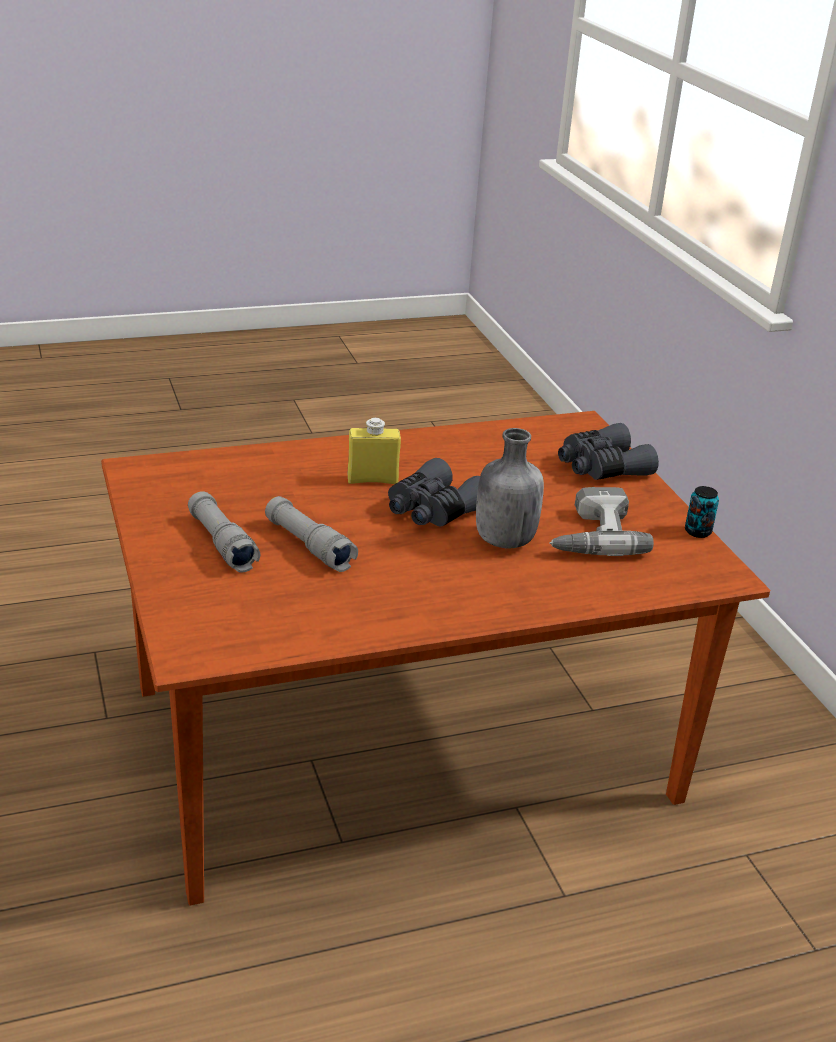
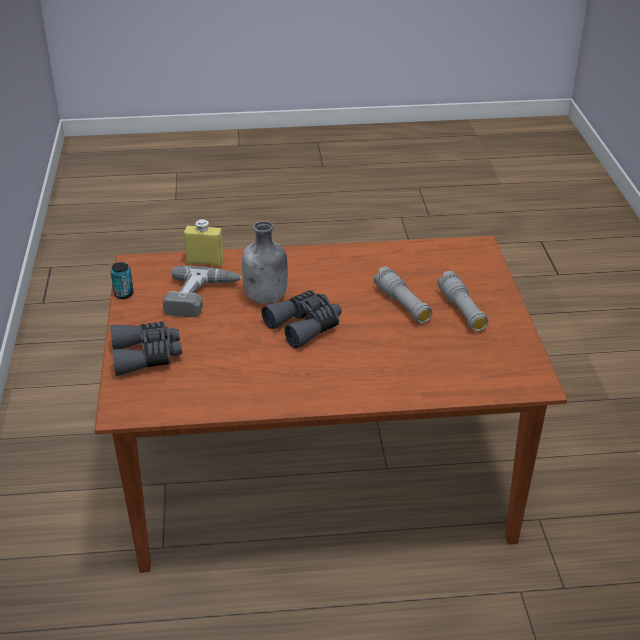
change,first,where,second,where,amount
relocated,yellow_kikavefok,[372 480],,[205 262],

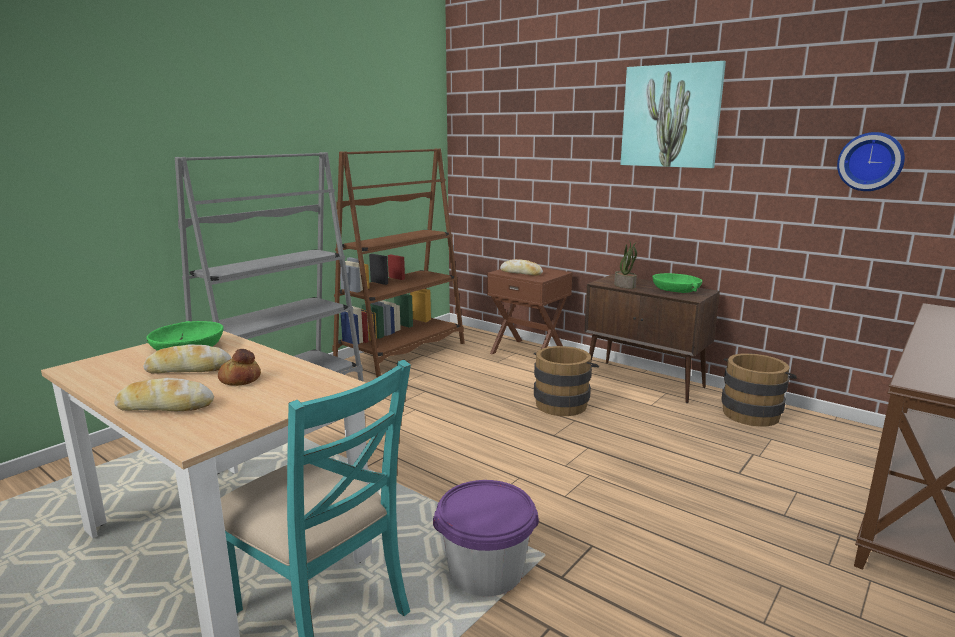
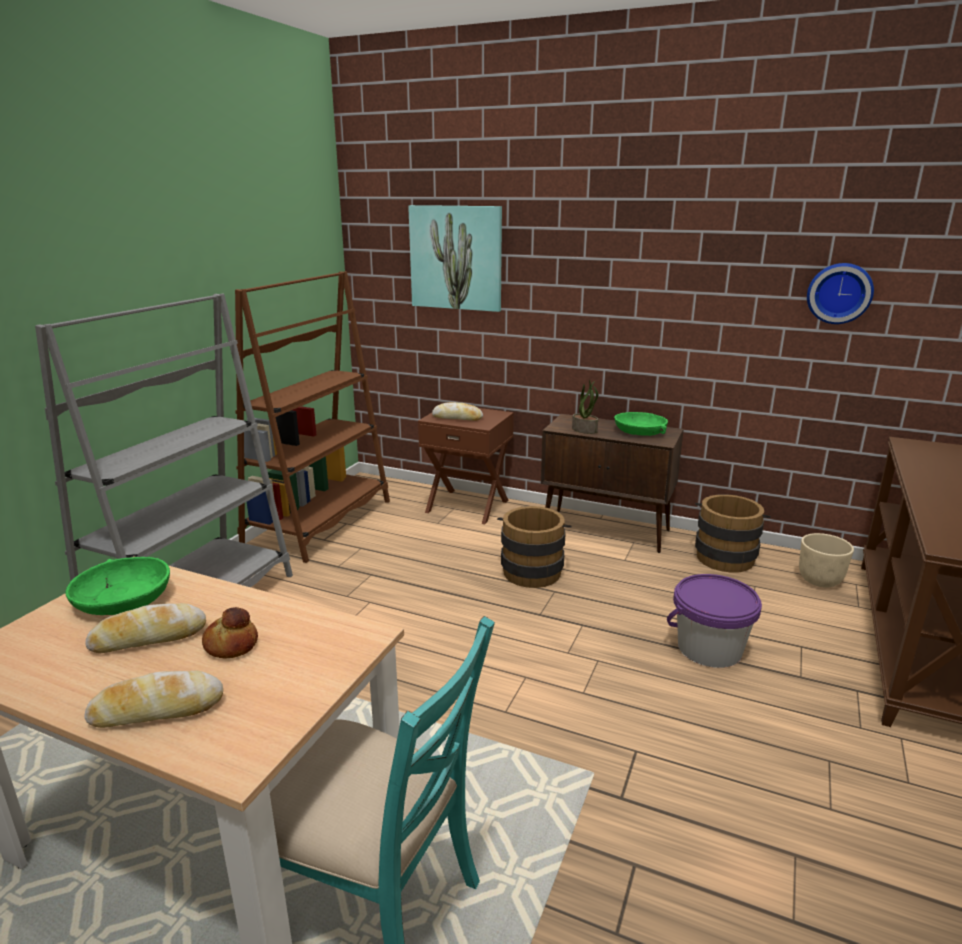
change,first,where,second,where,amount
appeared,,,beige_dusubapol,[820 581],
relocated,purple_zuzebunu,[485 570],,[709 648],
relocated,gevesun,[670 116],,[456 258],

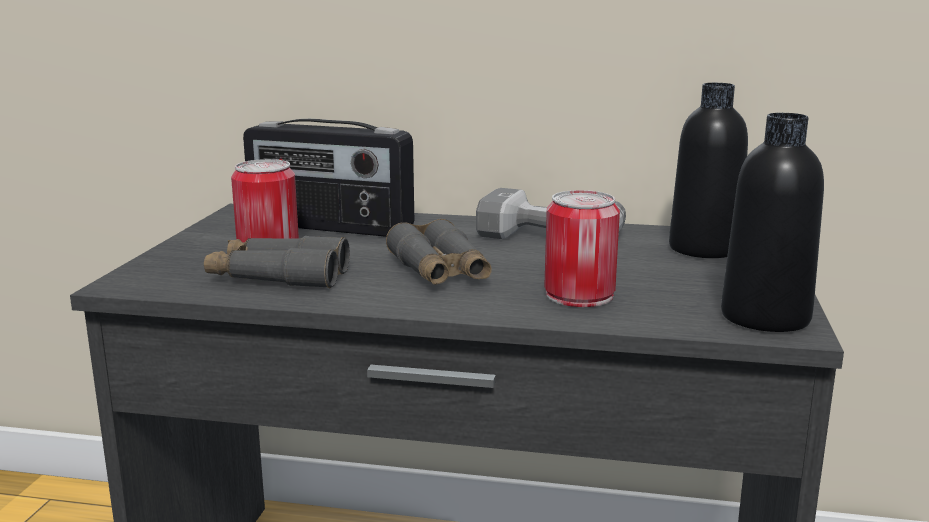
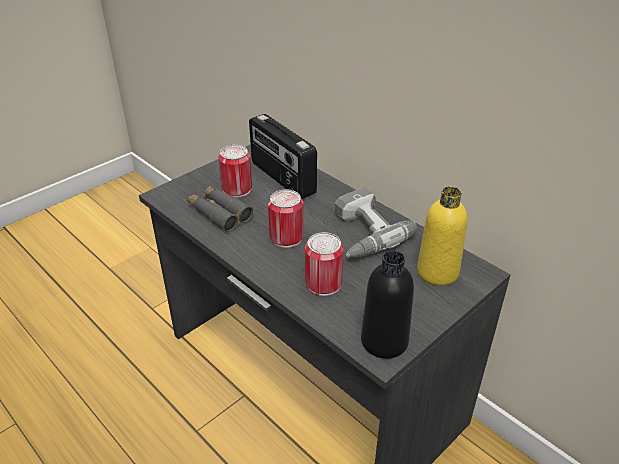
change,first,where,second,where,amount
exchanged,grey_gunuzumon,[439 271],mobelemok,[286 237],
colour,black_kikavefok,[704 249],yellow_kikavefok,[437 272],

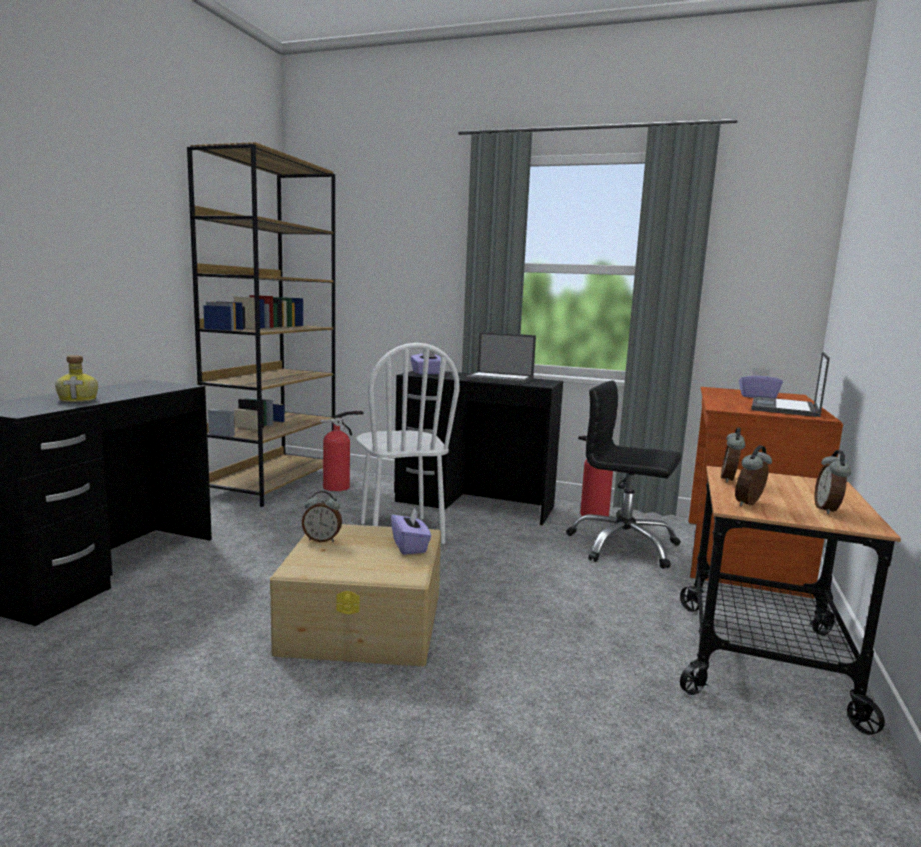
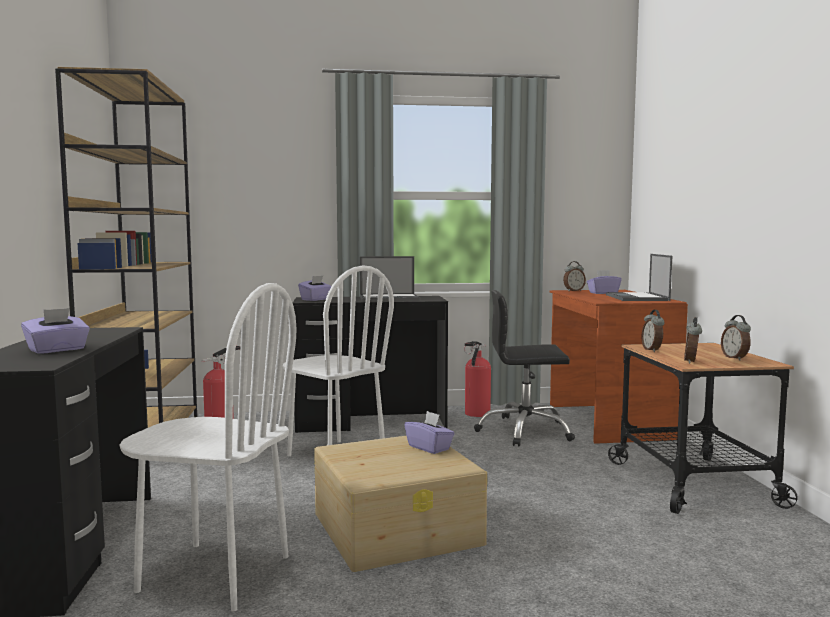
change,first,where,second,where,amount
appeared,,,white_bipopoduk,[214 574],
relocated,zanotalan,[322 540],,[573 291],
exchanged,kikavefok,[79 400],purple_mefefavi,[57 350],

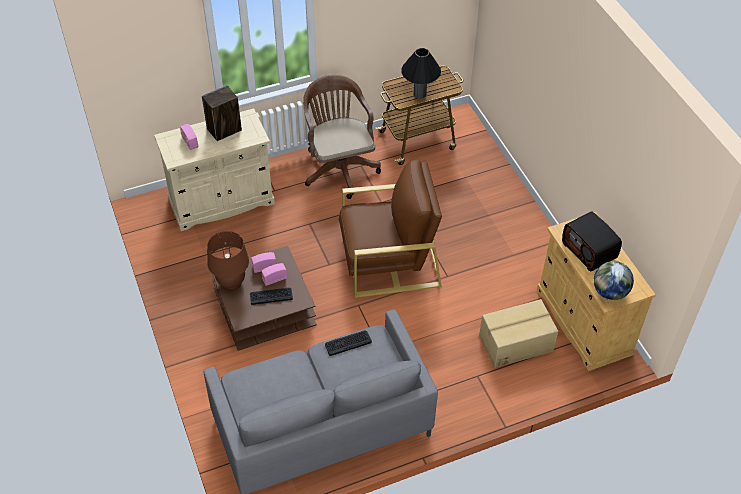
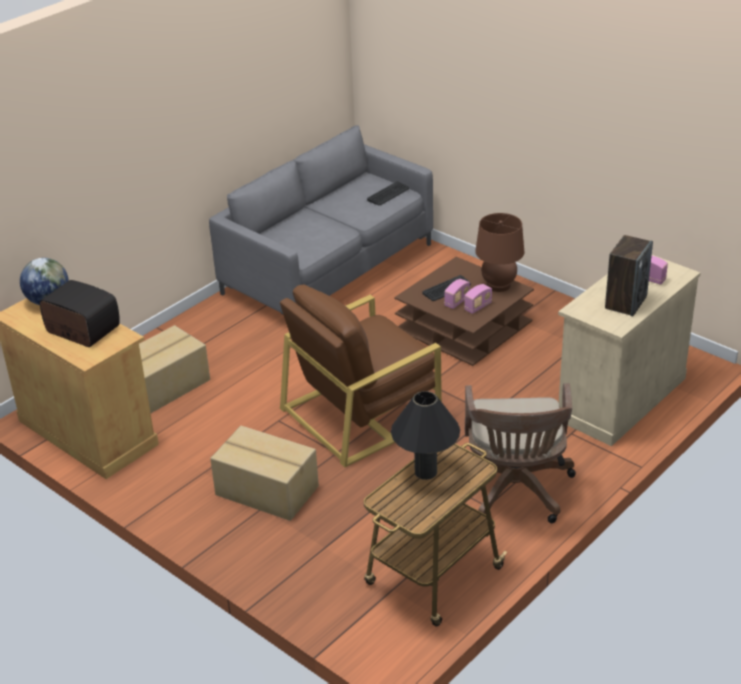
change,first,where,second,where,amount
appeared,,,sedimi,[266 491],
relocated,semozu,[348 343],,[388 194],
spun,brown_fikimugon,[339 167],,[515 492],45 degrees clockwise

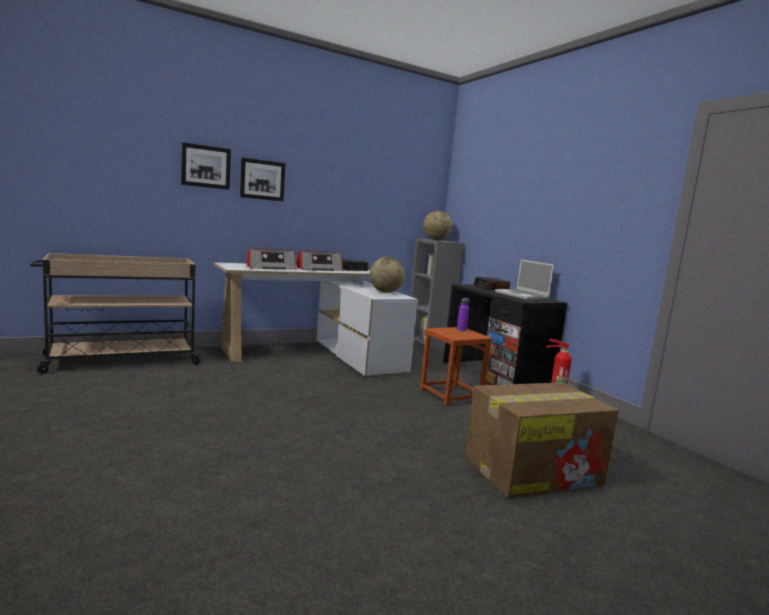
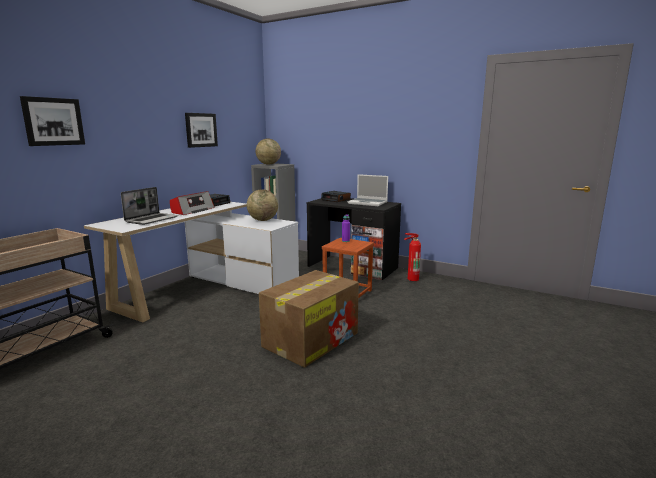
change,first,where,second,where,amount
relocated,gevesun,[262 180],,[201 130],
relocated,sedimi,[534 470],,[311 339],
exchanged,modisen,[270 268],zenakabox,[152 219],

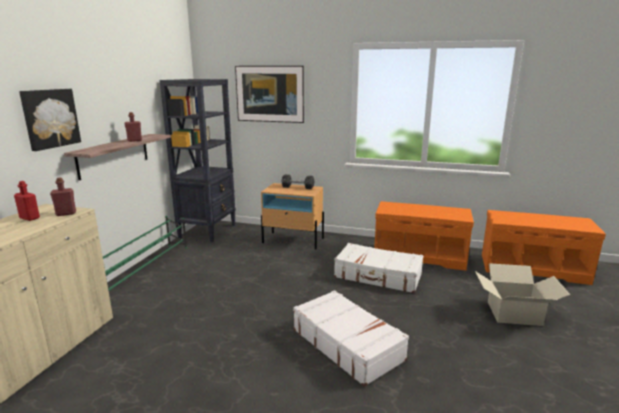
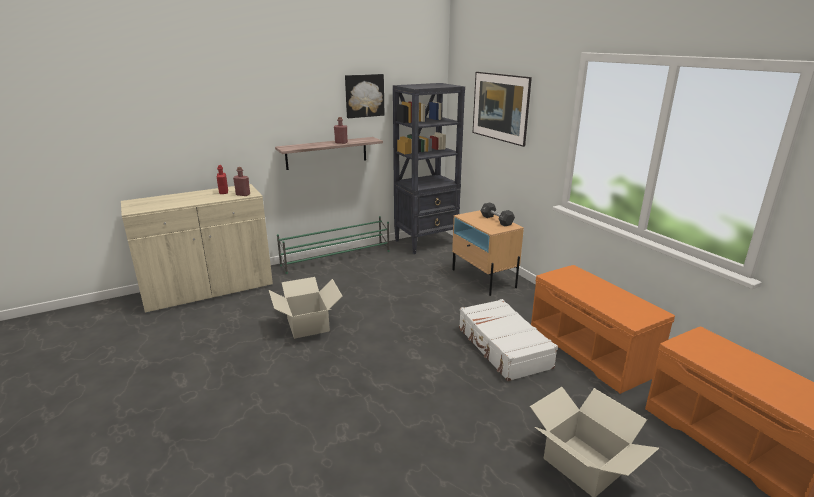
change,first,where,second,where,amount
missing,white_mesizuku,[347 344],,,
appeared,,,sedimi,[308 324],
relocated,gevesun,[50 118],,[364 95],

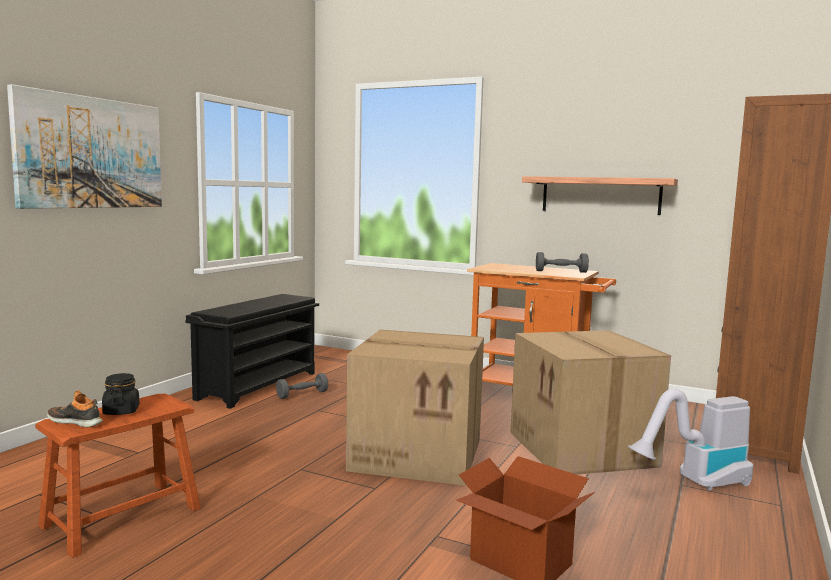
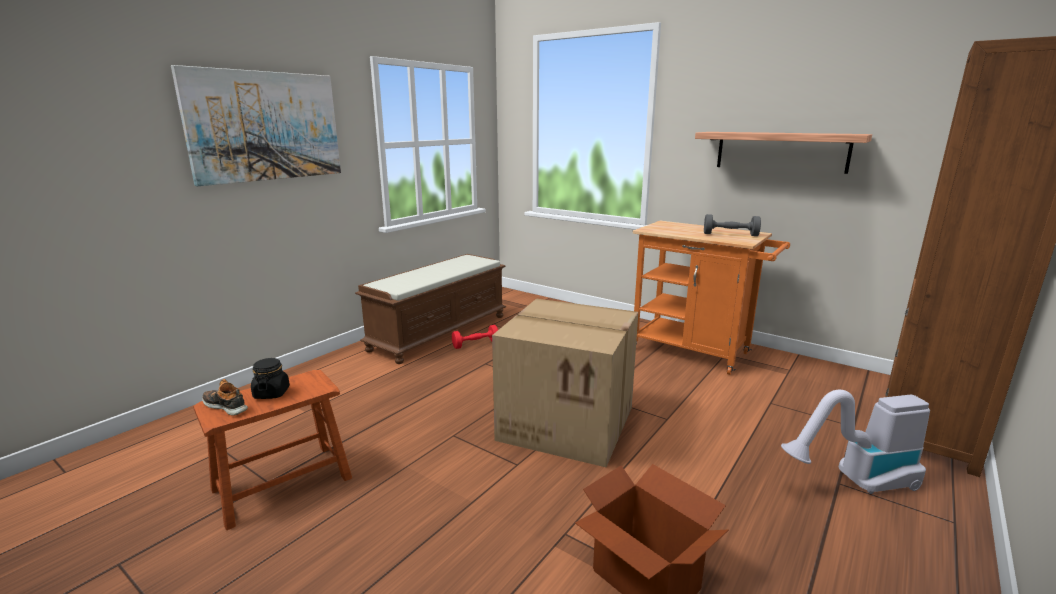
change,first,where,second,where,amount
missing,sedimi,[583 449],,,
exchanged,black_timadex,[258 385],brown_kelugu,[439 332],
colour,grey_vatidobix,[302 394],red_vatidobix,[475 344],

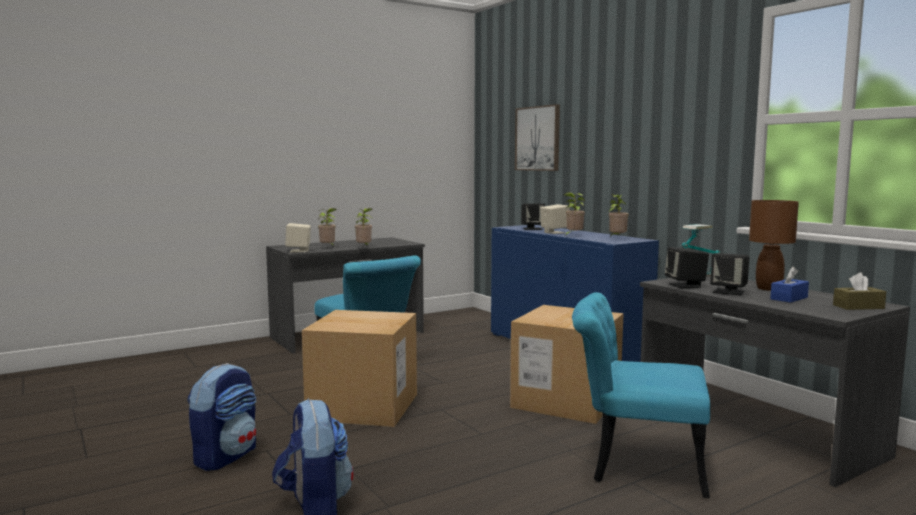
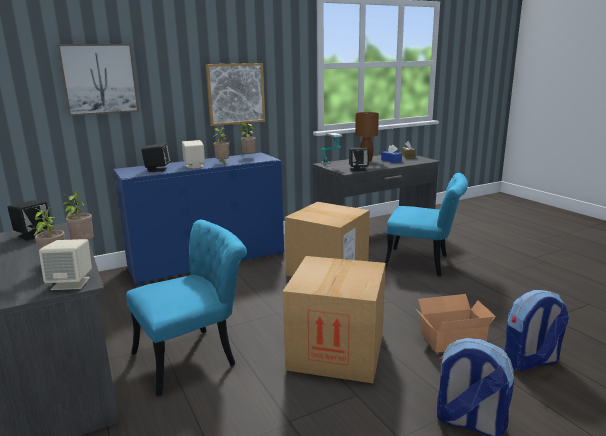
change,first,where,second,where,amount
appeared,,,gevesun,[236 93],
appeared,,,sedimi,[450 338],
relocated,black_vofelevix,[729 292],,[33 235],
spun,turquoise_bipopoduk,[634 464],,[424 263],90 degrees counterclockwise

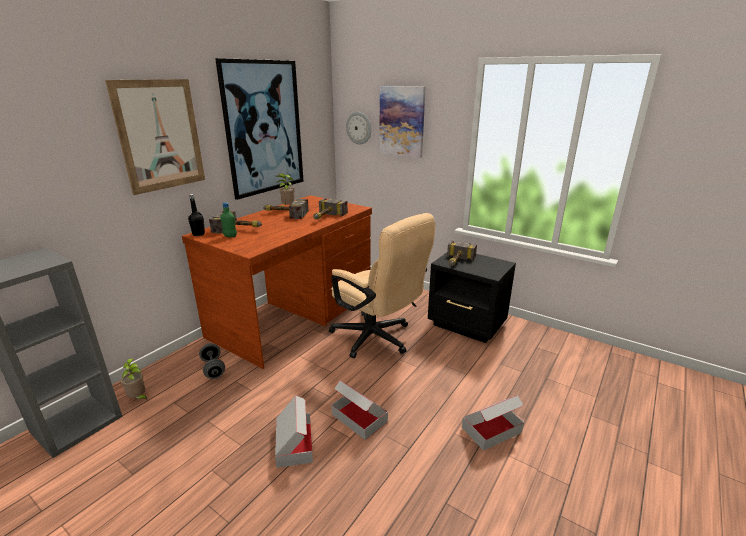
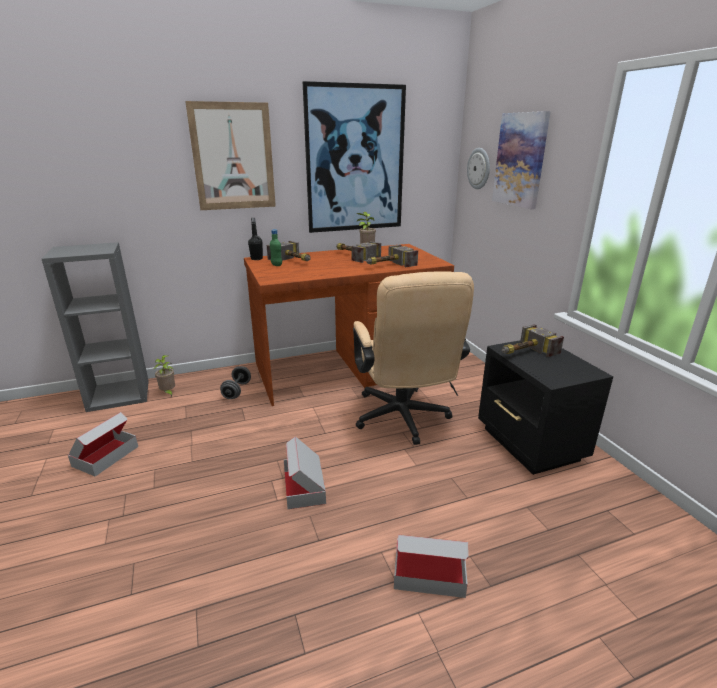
change,first,where,second,where,amount
relocated,sedimi,[294 443],,[106 456],

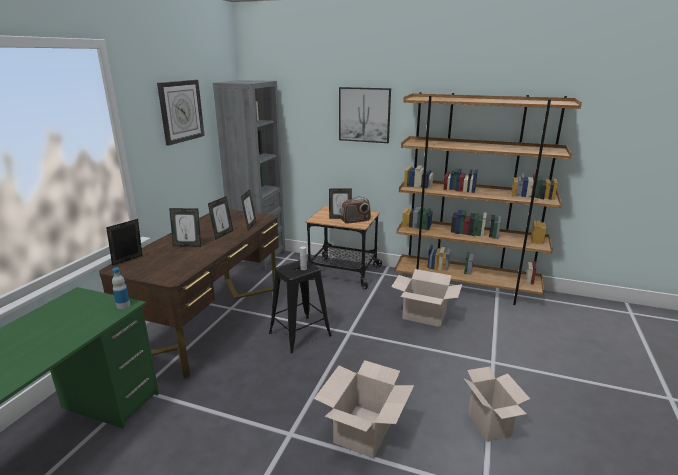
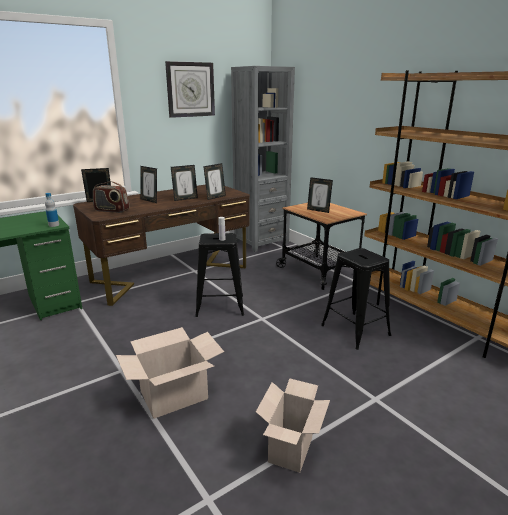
change,first,where,second,where,amount
missing,gevesun,[364 115],,,
relocated,modisen,[355 221],,[111 210],
exchanged,sedimi,[424 315],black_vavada,[355 330],

